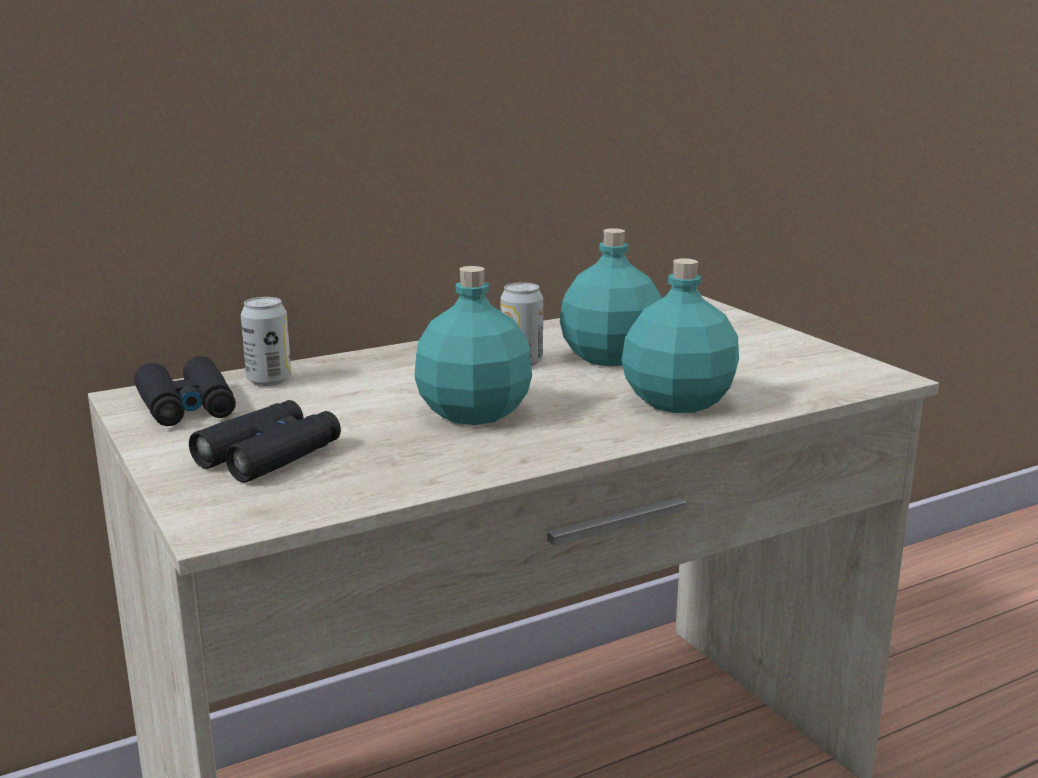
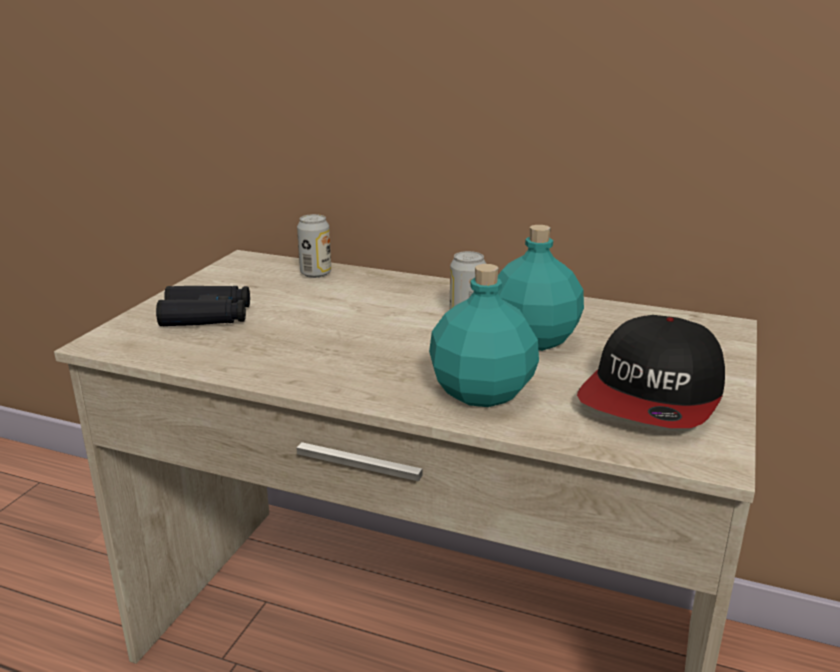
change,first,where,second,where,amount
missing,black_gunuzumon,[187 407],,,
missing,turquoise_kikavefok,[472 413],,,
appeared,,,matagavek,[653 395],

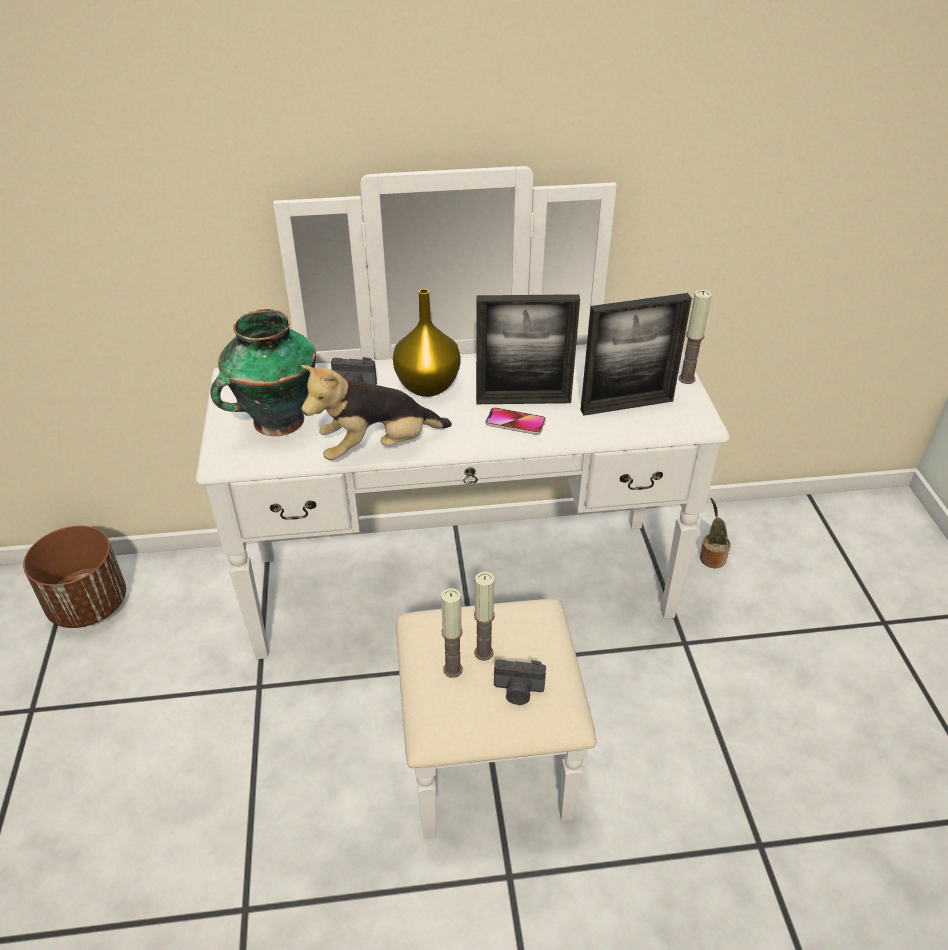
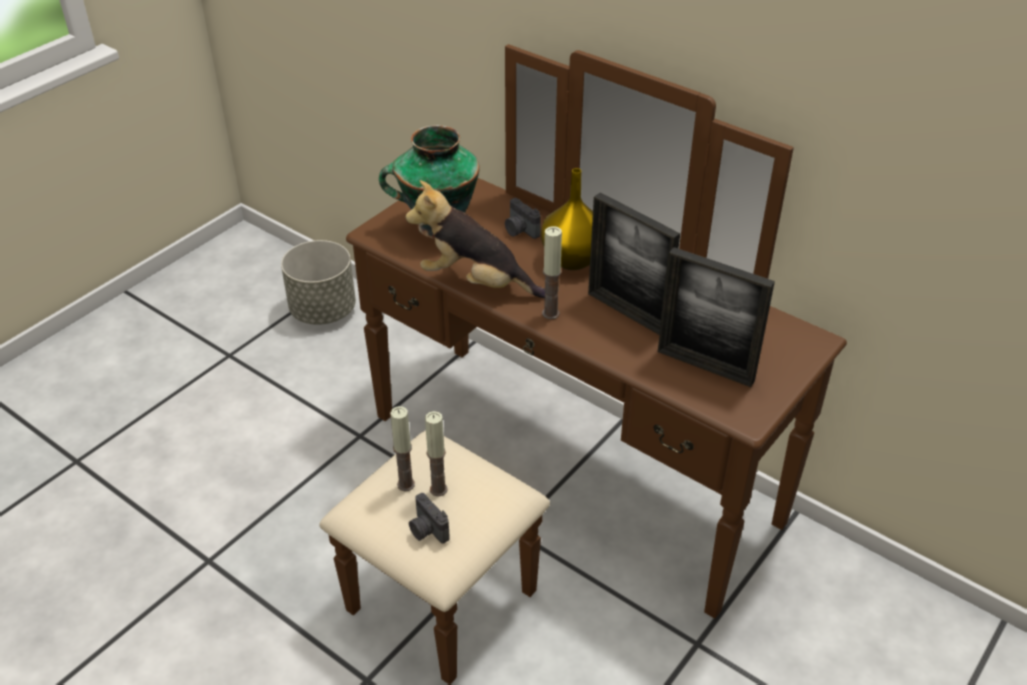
change,first,where,second,where,amount
missing,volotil,[515 422],,,
missing,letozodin,[711 557],,,
relocated,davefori,[686 379],,[550 313],
colour,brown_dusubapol,[89 604],grey_dusubapol,[324 310],
colour,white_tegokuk,[469 620],brown_tegokuk,[546 496],

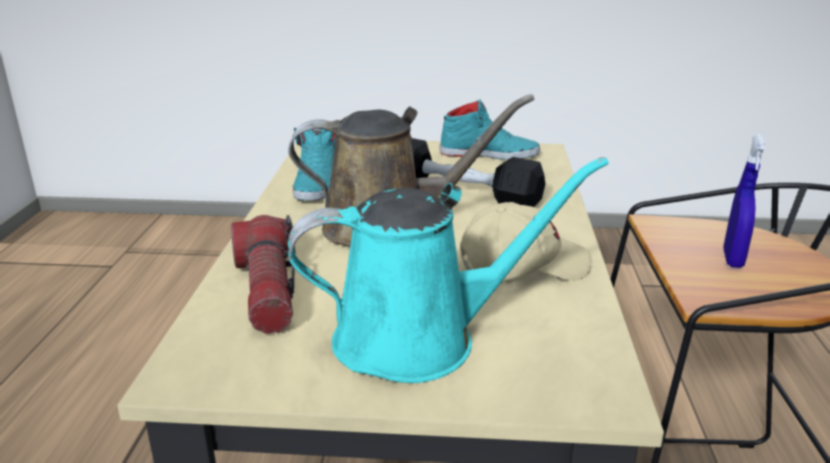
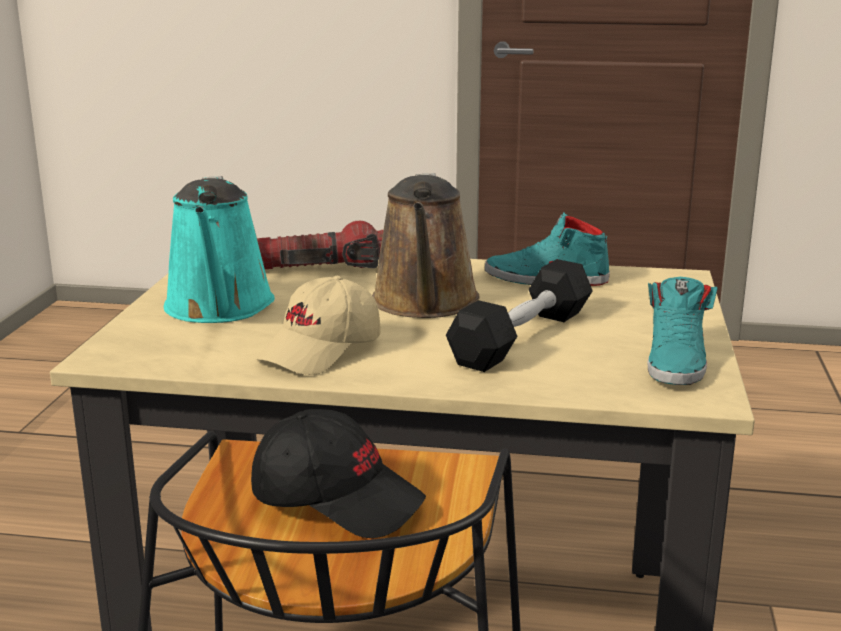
change,first,where,second,where,amount
exchanged,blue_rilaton,[732 259],black_matagavek,[338 500],
spun,beige_matagavek,[523 266],,[322 350],45 degrees clockwise

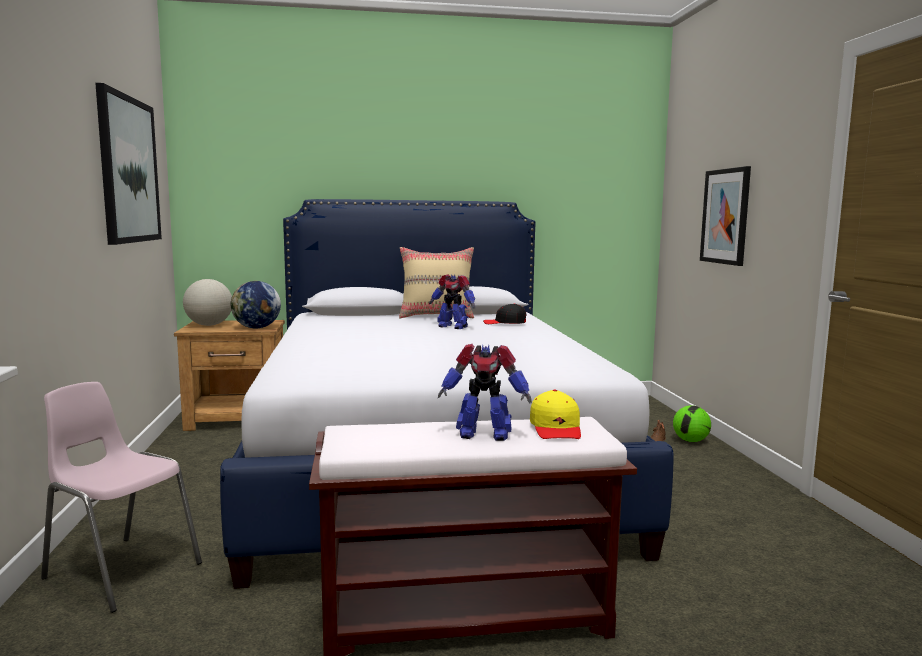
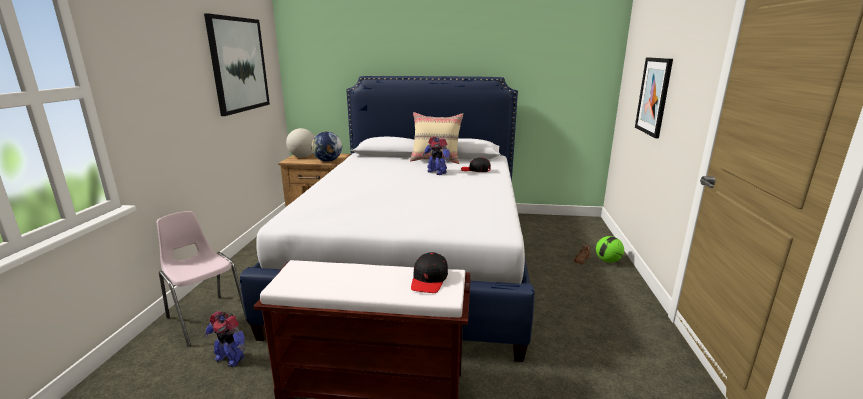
change,first,where,second,where,amount
relocated,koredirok,[483 434],,[230 358],
colour,yellow_matagavek,[556 428],black_matagavek,[429 280],

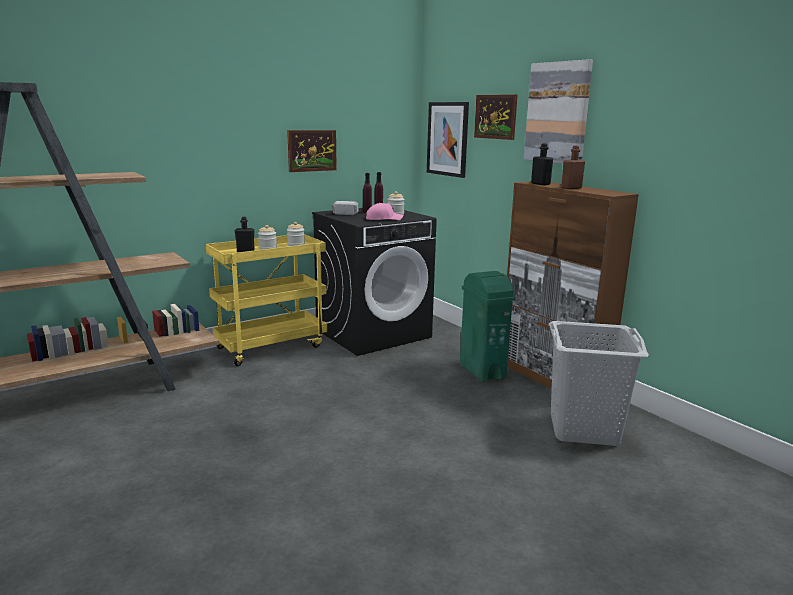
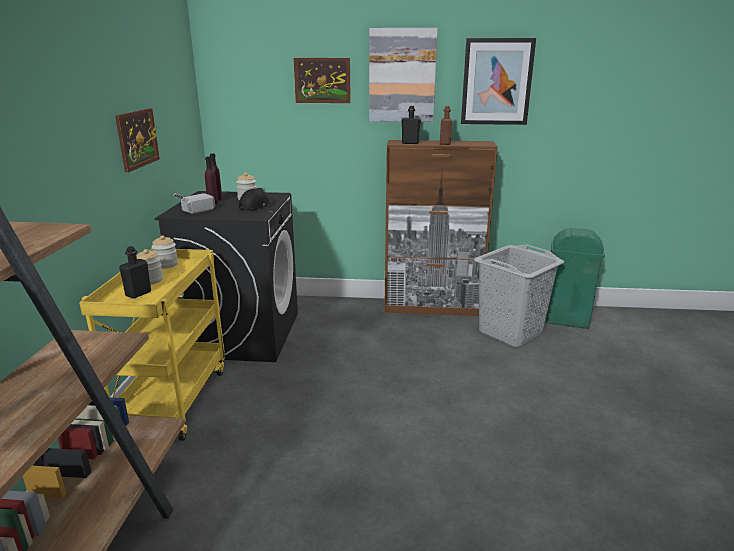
change,first,where,second,where,amount
relocated,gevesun,[447 139],,[496 82],
relocated,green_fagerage,[482 371],,[565 320],
colour,pink_matagavek,[383 219],black_matagavek,[256 206],

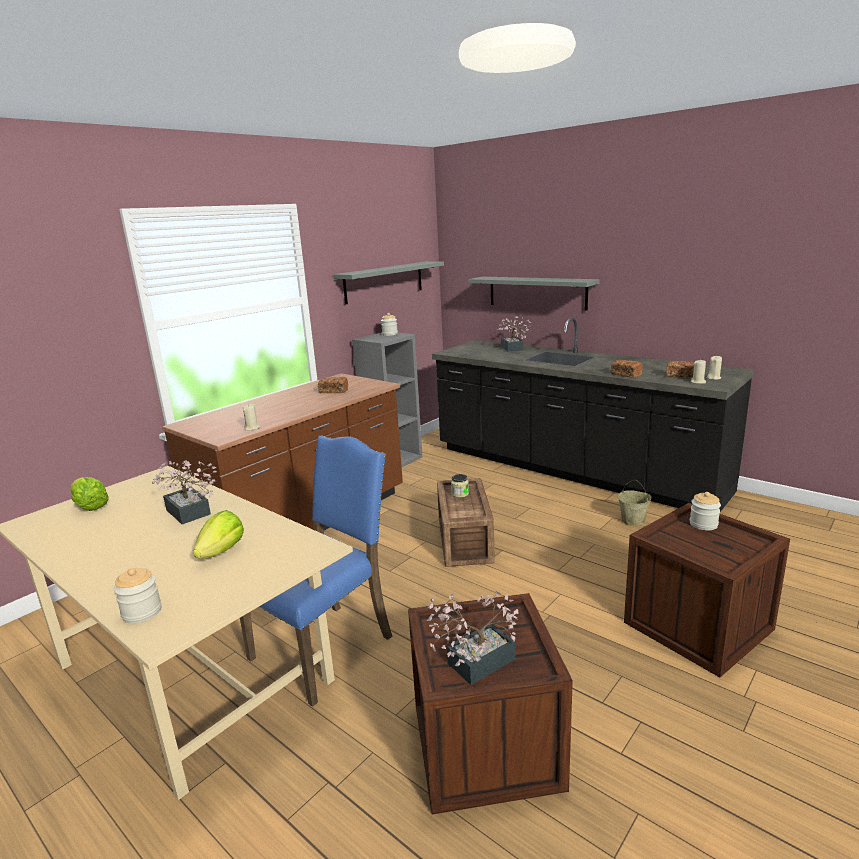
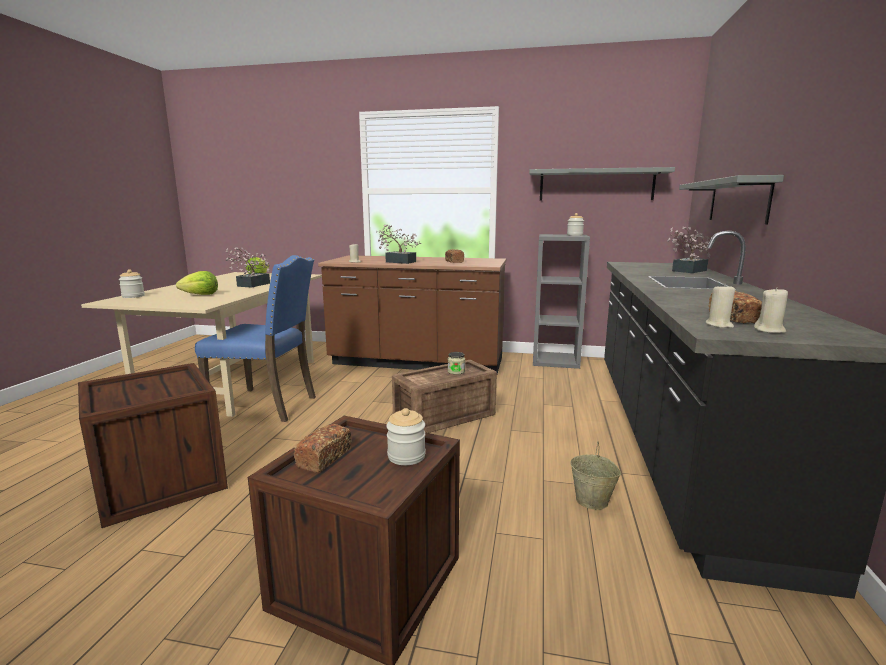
change,first,where,second,where,amount
relocated,letozodin,[474 664],,[398 262],
relocated,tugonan,[626 375],,[324 458],

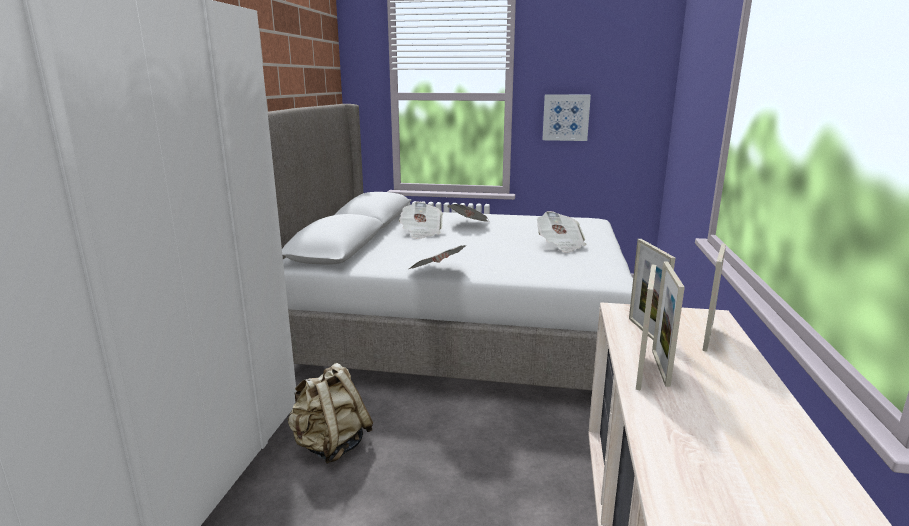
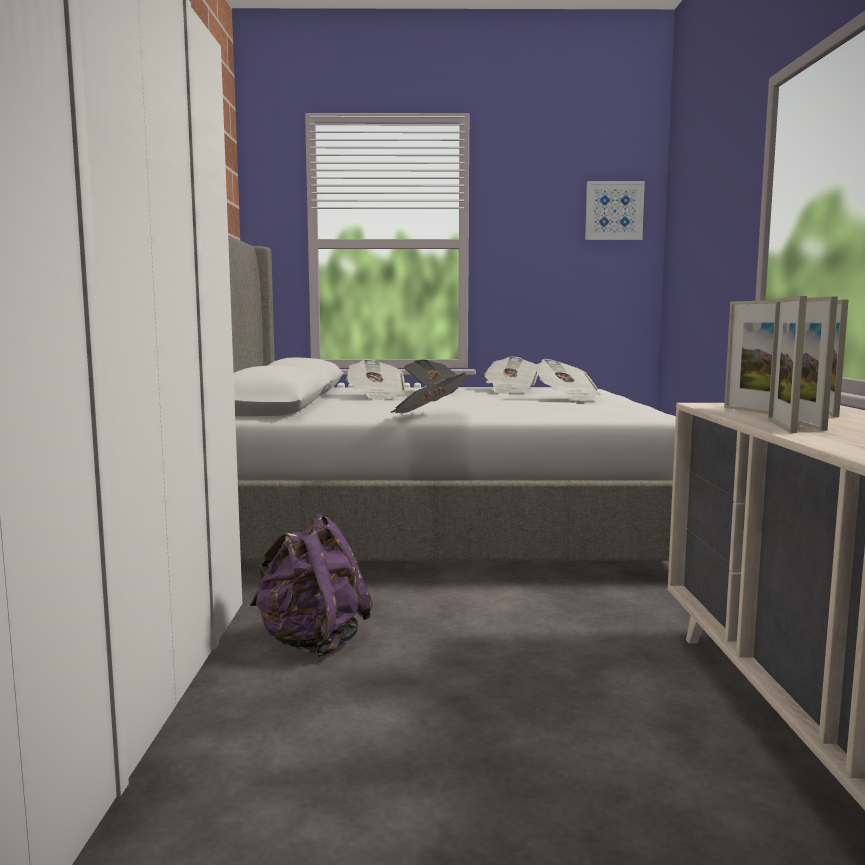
change,first,where,second,where,amount
appeared,,,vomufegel,[510 391],
relocated,gevesun,[566 117],,[614 211],
colour,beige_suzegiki,[331 446],purple_suzegiki,[312 643],

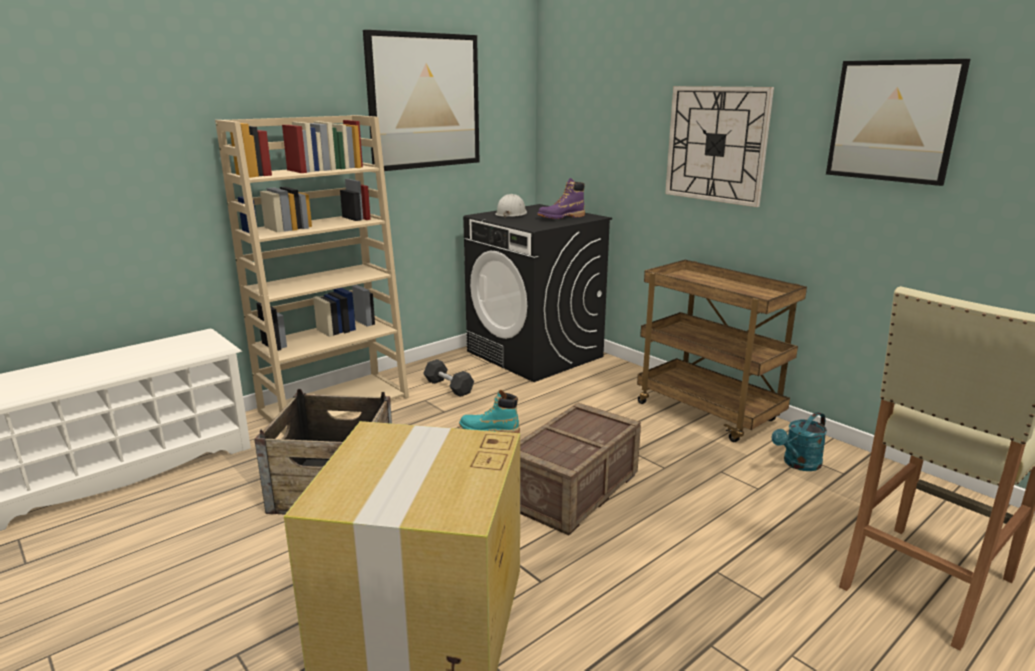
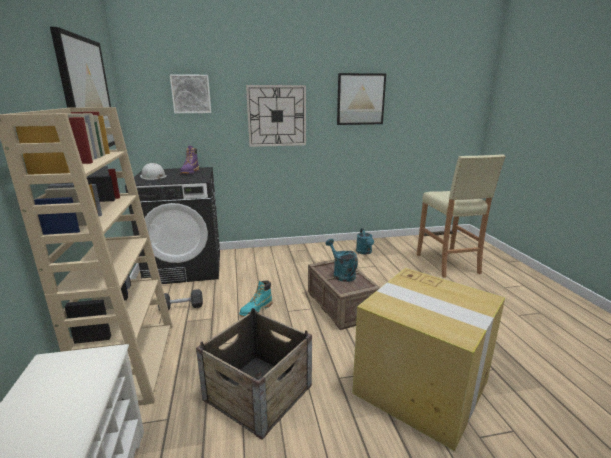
change,first,where,second,where,amount
missing,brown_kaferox,[709 413],,,
appeared,,,gevesun,[191 94],
appeared,,,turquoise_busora,[341 274],

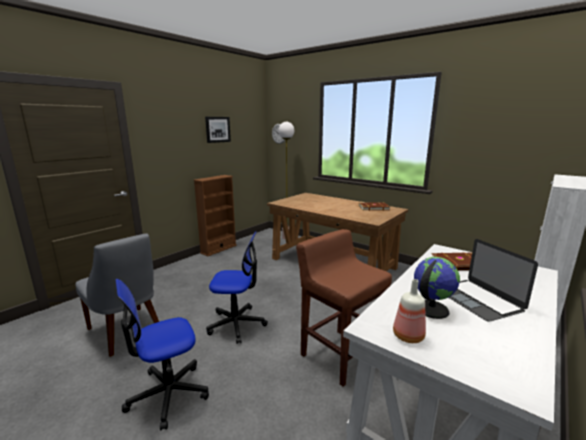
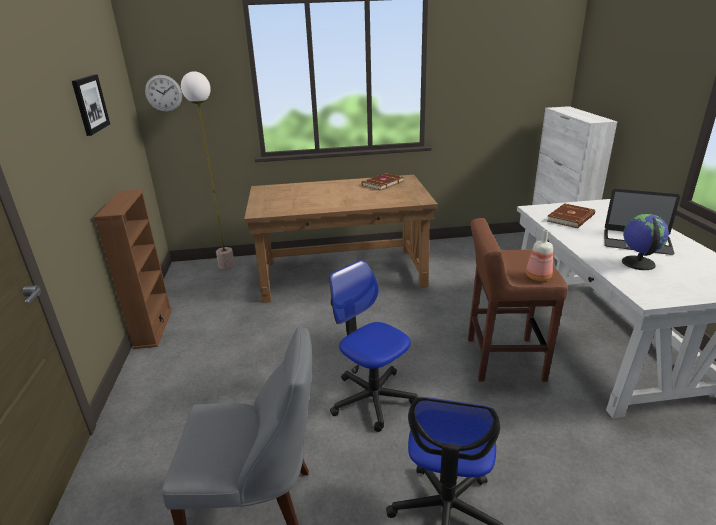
change,first,where,second,where,amount
relocated,kikavefok,[407 336],,[537 277],
spun,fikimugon,[237 324],,[372 398],90 degrees counterclockwise

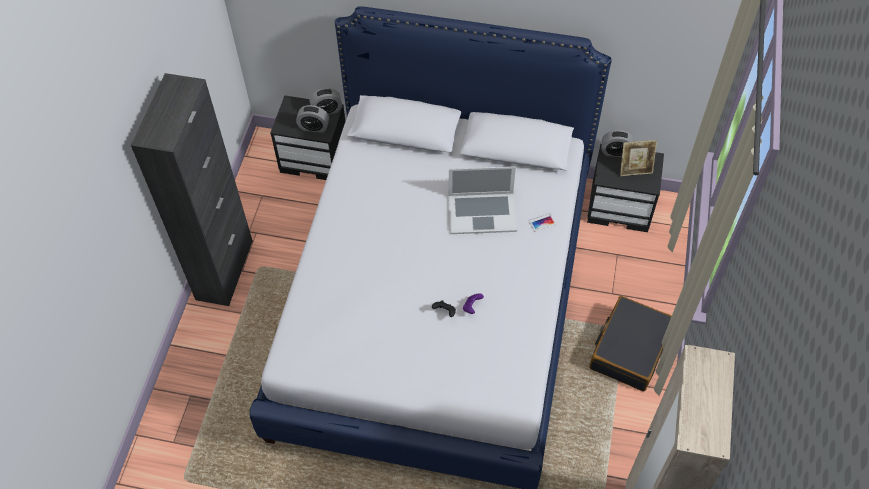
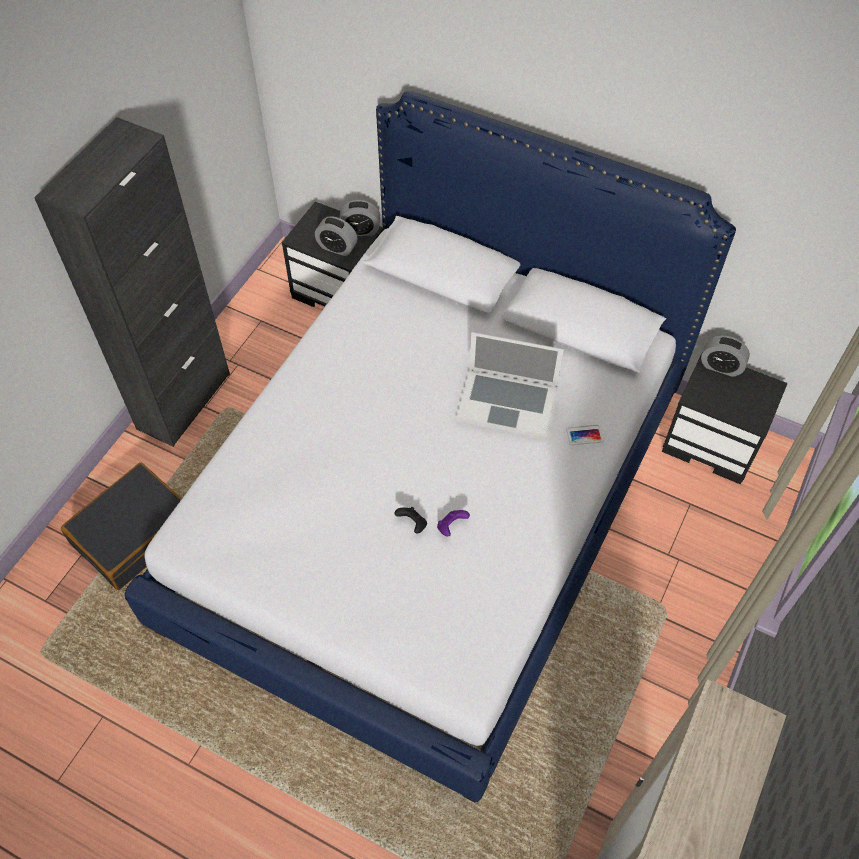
change,first,where,second,where,amount
missing,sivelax,[635 169],,,
relocated,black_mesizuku,[629 349],,[133 533],

